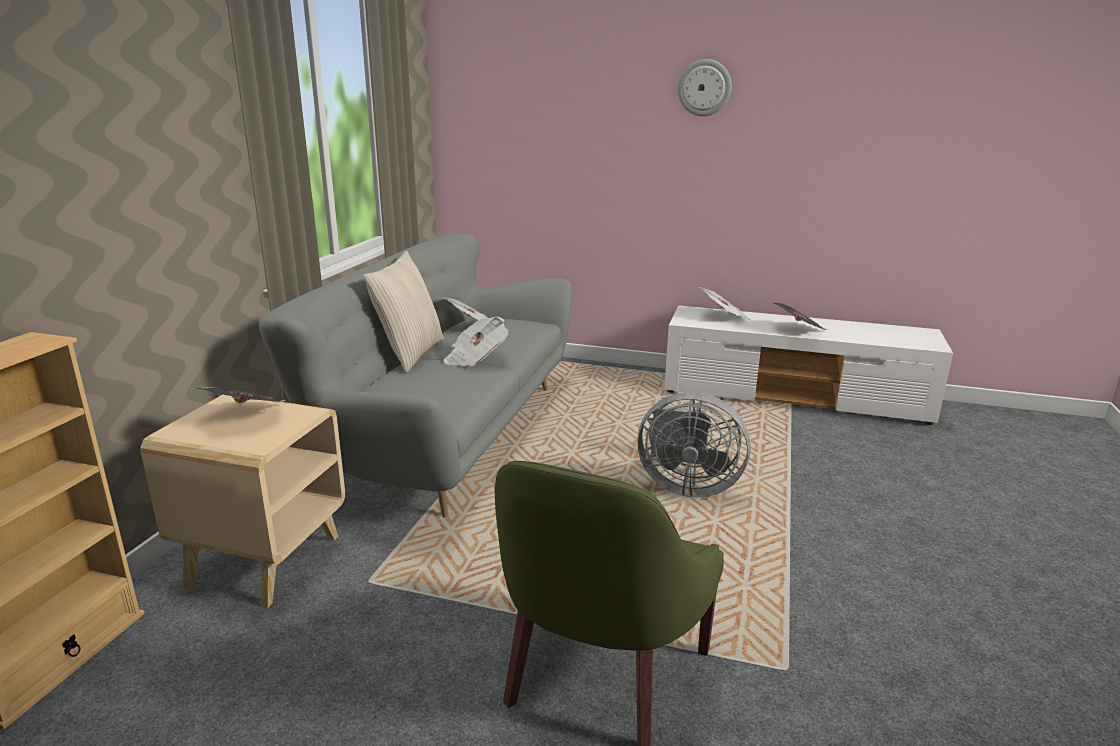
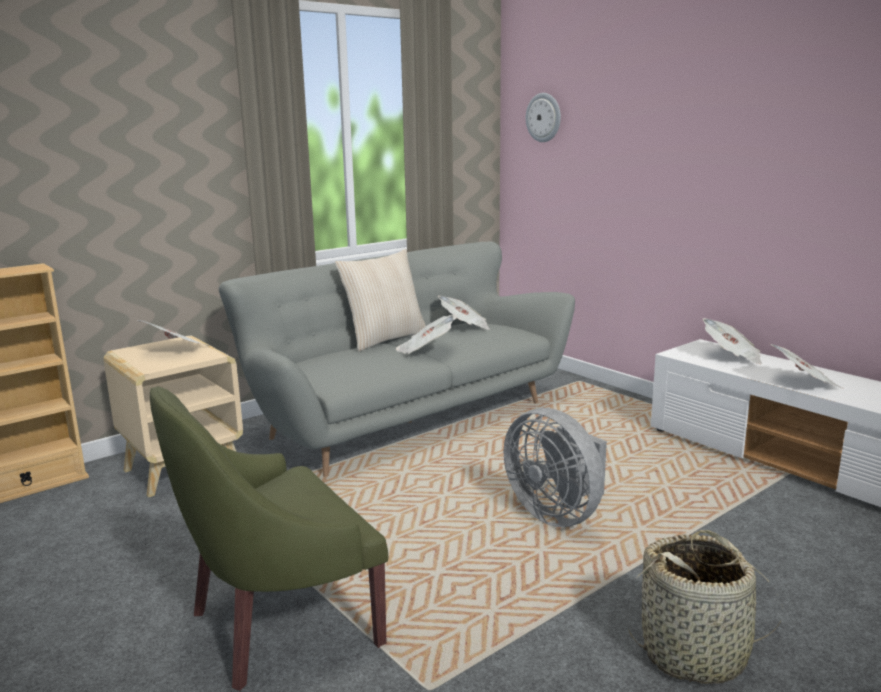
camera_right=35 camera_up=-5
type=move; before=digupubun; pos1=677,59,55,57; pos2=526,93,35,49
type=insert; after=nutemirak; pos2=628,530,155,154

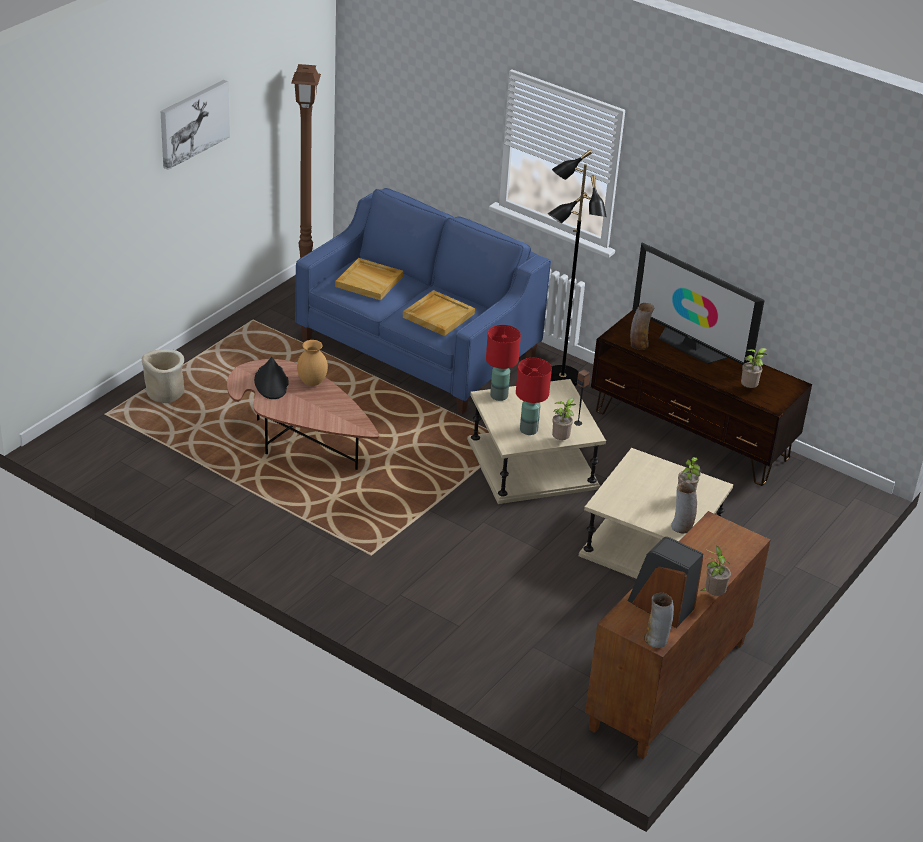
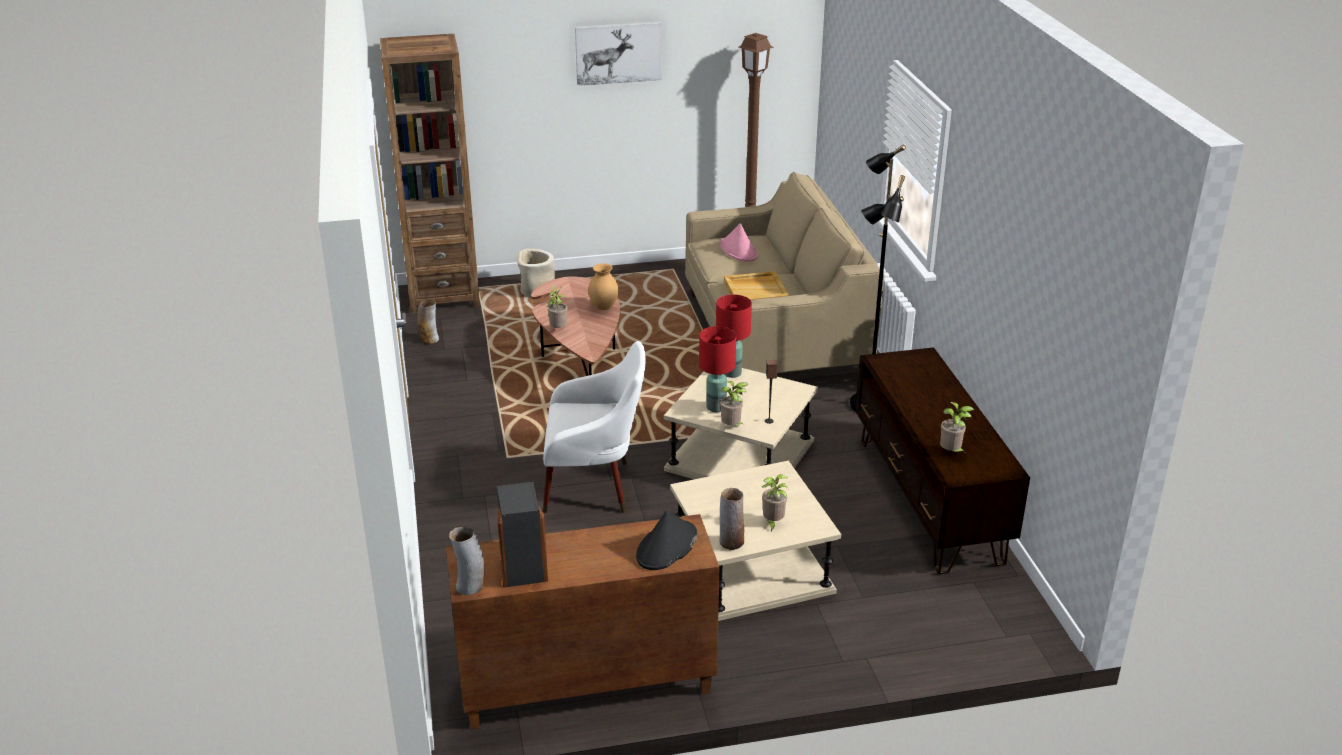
camera_right=45 camera_up=-5
type=recolor; before=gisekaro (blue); after=gisekaro (beige); pos1=295,188,256,226; pos2=685,172,200,202
type=delete; before=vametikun; pos1=632,242,133,123
type=replace; before=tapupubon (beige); after=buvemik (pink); pos1=335,258,68,42; pos2=720,223,38,39
type=move; before=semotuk; pos1=630,303,24,47; pos2=418,299,21,45
type=move; before=buvemik (black); pos1=254,357,35,42; pos2=636,511,61,59
type=move; before=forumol; pos1=700,546,31,50; pos2=547,285,21,43
type=insert; after=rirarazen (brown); pos2=380,34,100,279
type=insert; after=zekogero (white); pos2=543,341,103,172

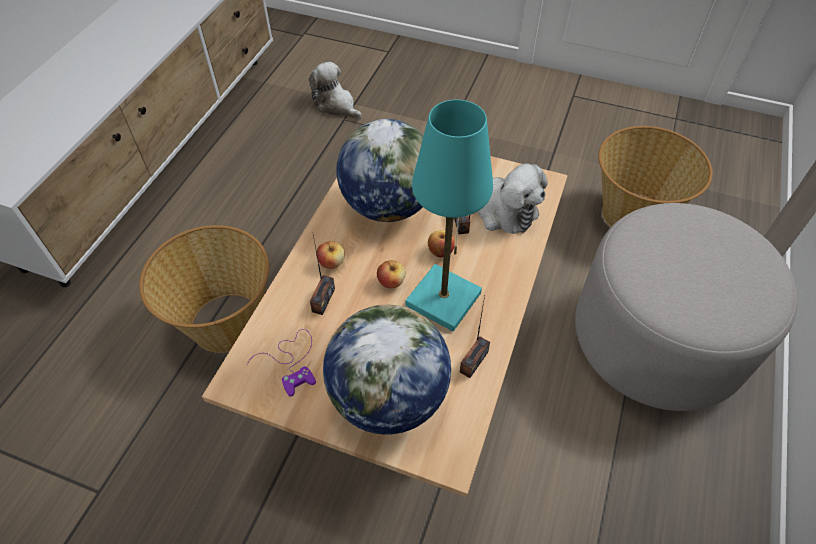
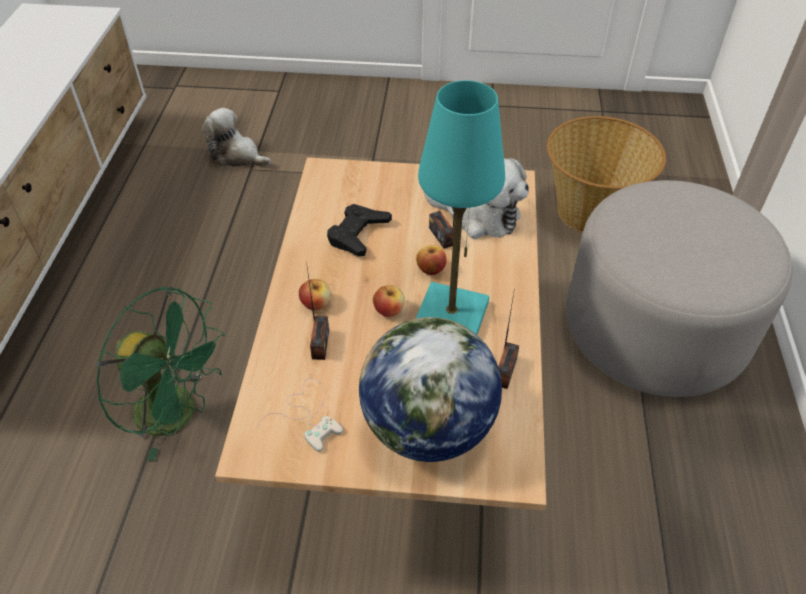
camera_right=-15 camera_up=-5
type=replace; before=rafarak; after=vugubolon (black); pos1=337,119,87,103; pos2=327,204,65,52
type=replace; before=nutemirak; after=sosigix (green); pos1=139,225,130,128; pos2=96,286,129,175
type=recolor; before=vugubolon (purple); after=vugubolon (white); pos1=247,329,69,68; pos2=258,378,85,74

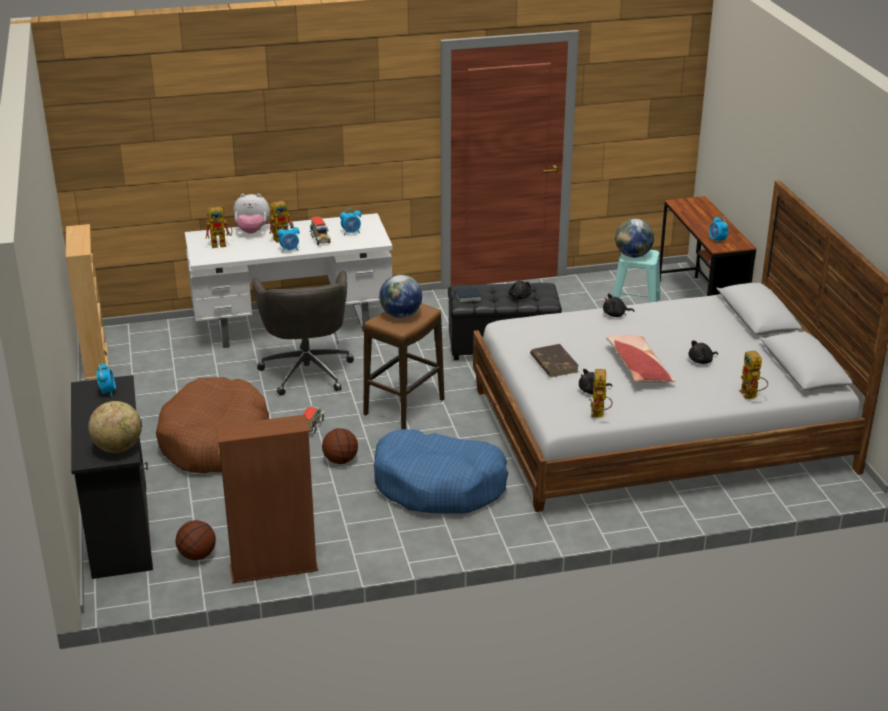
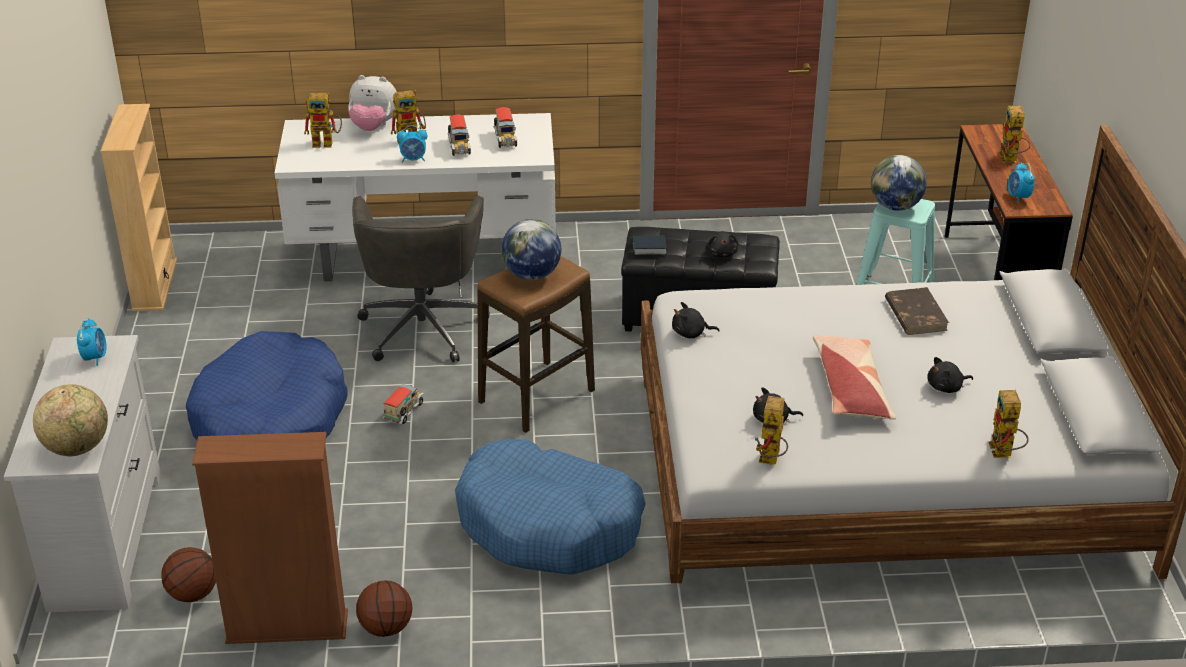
camera_right=10 camera_up=5
type=replace; before=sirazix; after=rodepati; pos1=340,208,21,27; pos2=493,107,24,41
type=move; before=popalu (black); pos1=603,293,31,24; pos2=672,302,47,36
type=move; before=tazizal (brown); pos1=530,344,49,33; pos2=885,287,64,48
type=recolor; before=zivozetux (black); after=zivozetux (white); pos1=71,375,82,204; pos2=4,335,157,277
type=recolor; before=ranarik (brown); after=ranarik (blue); pos1=156,377,113,96; pos2=186,331,161,109
type=move; before=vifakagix; pos1=322,428,36,36; pos2=356,580,56,57
type=insert; after=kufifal; pos2=999,106,32,57

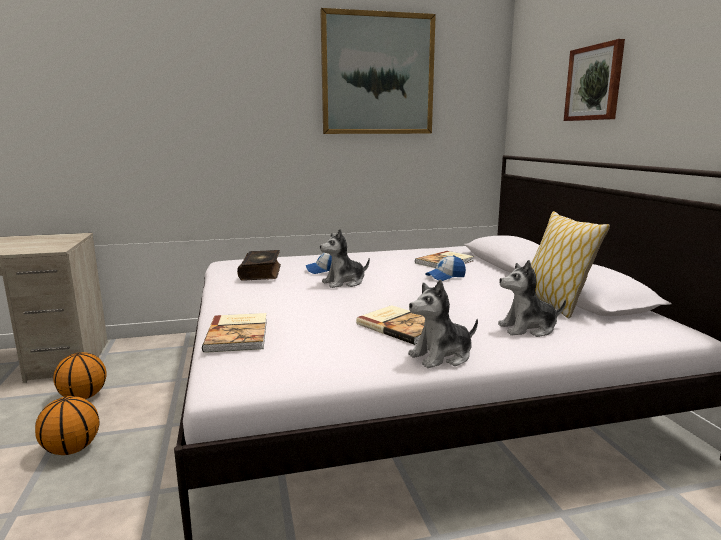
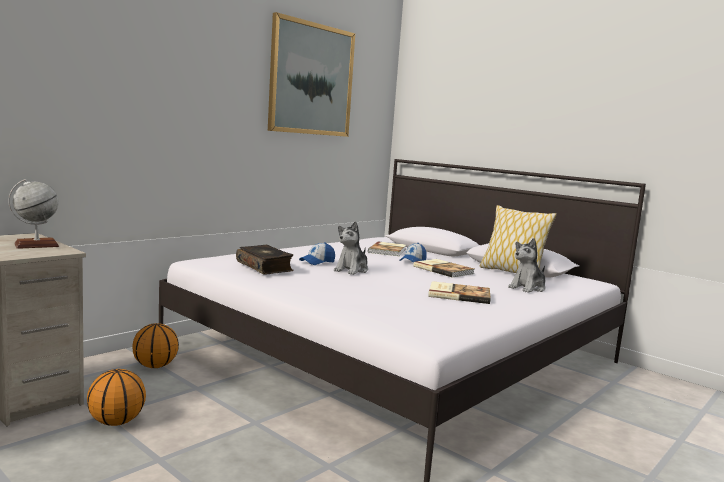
camera_right=-35 camera_up=-5
type=delete; before=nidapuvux; pos1=564,39,61,82
type=delete; before=popalu; pos1=408,280,70,88
type=move; before=tazizal; pos1=202,313,65,40; pos2=413,259,61,18
type=move; before=vifakagix; pos1=35,396,64,59; pos2=133,323,46,45
type=insert; after=rafarak; pos2=8,179,51,70

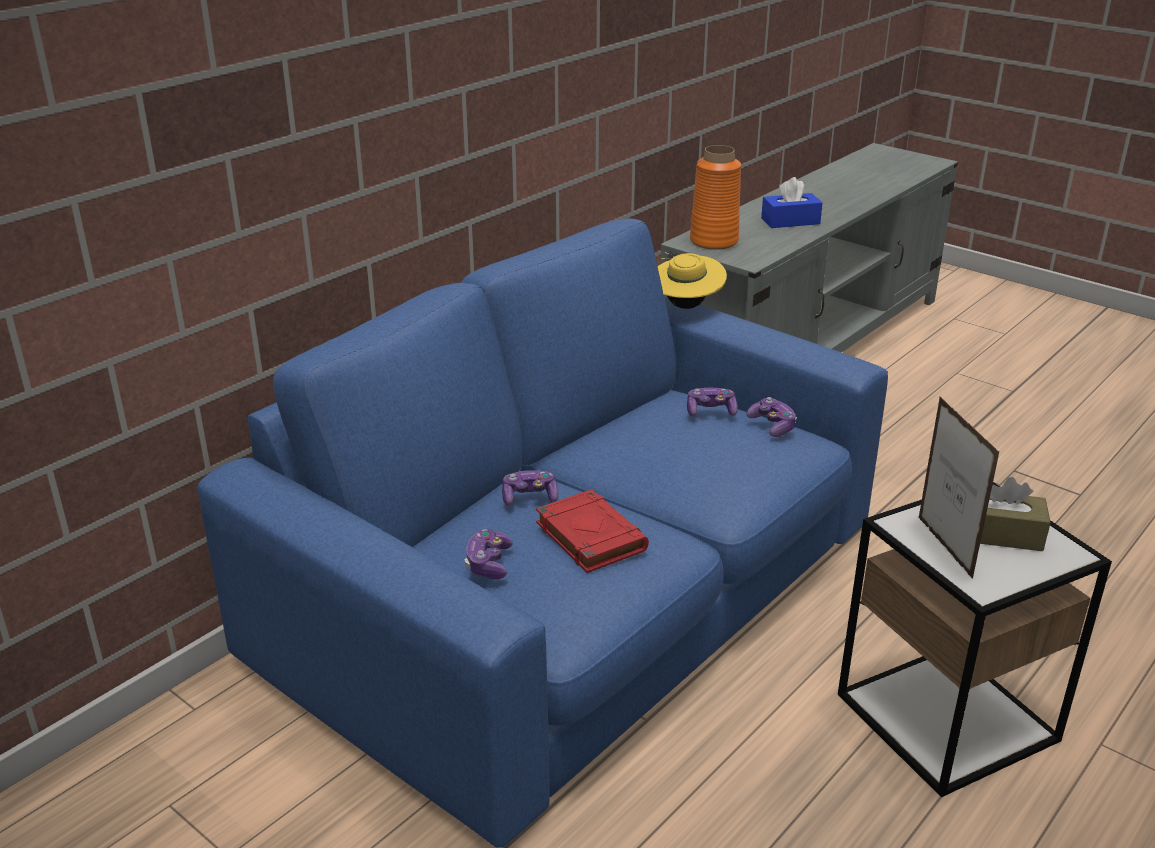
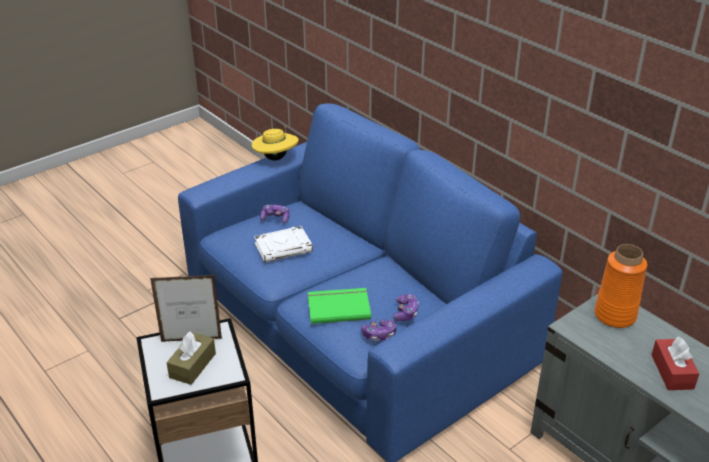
camera_right=100 camera_up=5
type=recolor; before=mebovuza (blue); after=mebovuza (red); pos1=761,177,62,51; pos2=652,336,47,54
type=move; before=buvemik (yellow); pos1=658,252,69,57; pos2=252,129,47,31
type=delete; before=vugubolon; pos1=502,470,56,35
type=recolor; before=tazizal (red); after=tazizal (white); pos1=536,489,113,84; pos2=254,226,59,37
type=insert; after=tazizal (green); pos2=308,288,63,36

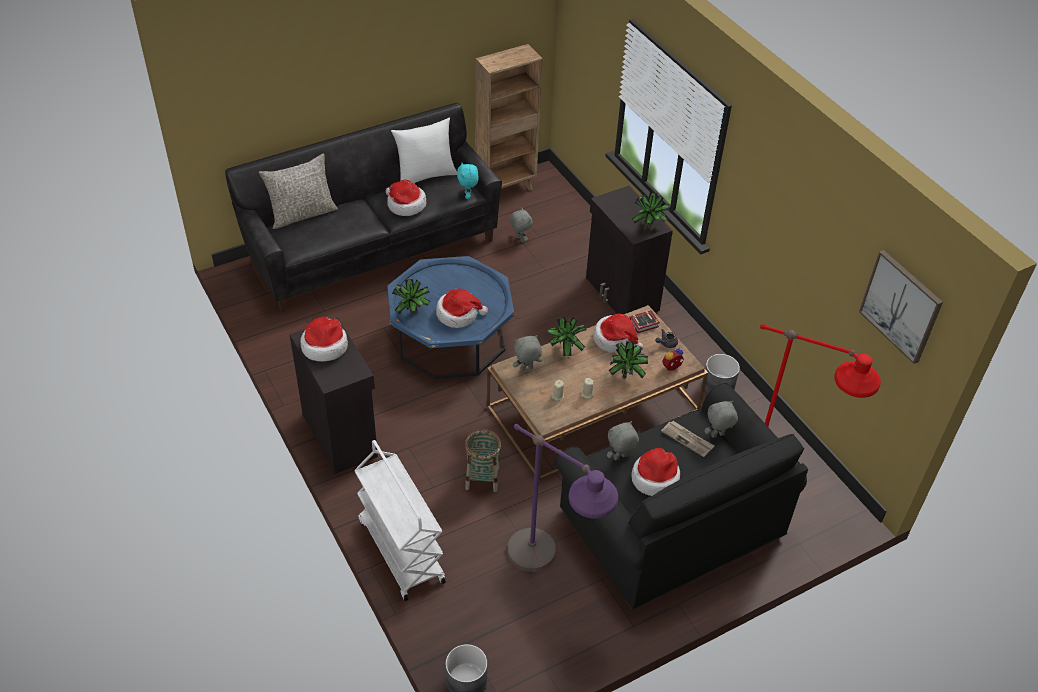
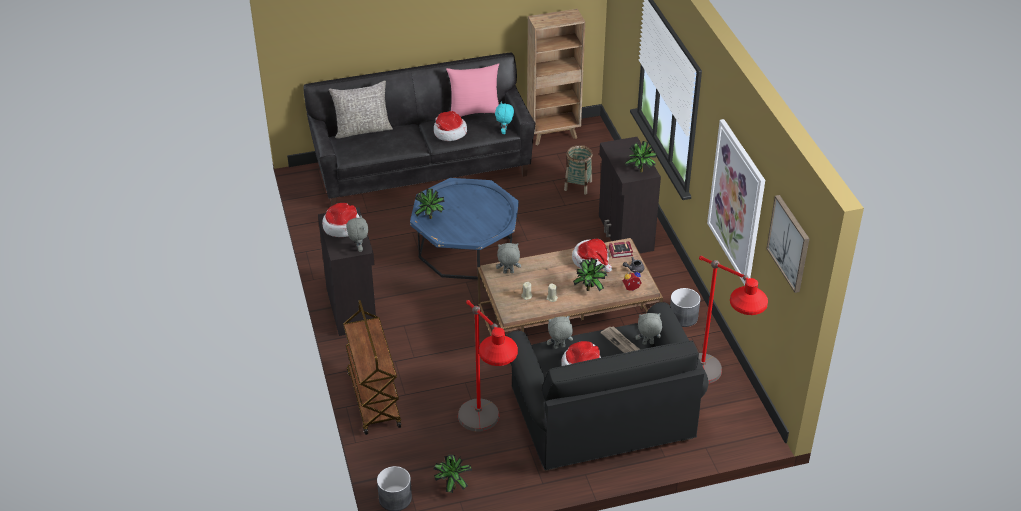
camera_right=15 camera_up=-5
type=recolor; before=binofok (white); after=binofok (pink); pos1=391,117,66,66; pos2=446,63,53,54
type=move; before=popalu (grey); pos1=509,207,24,36; pos2=347,215,22,37
type=delete; before=buvemik; pos1=436,288,52,40
type=move; before=forumol; pos1=547,317,40,39; pos2=434,455,38,38
type=recolor; before=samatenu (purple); after=samatenu (red); pos1=507,424,111,148; pos2=458,300,60,132
type=move; before=nutemirak; pos1=465,429,36,63; pos2=564,145,29,50
type=recolor; before=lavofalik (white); after=lavofalik (brown); pos1=354,440,92,161; pos2=343,300,58,135
type=insert; after=nidapuvux; pos2=707,119,58,166

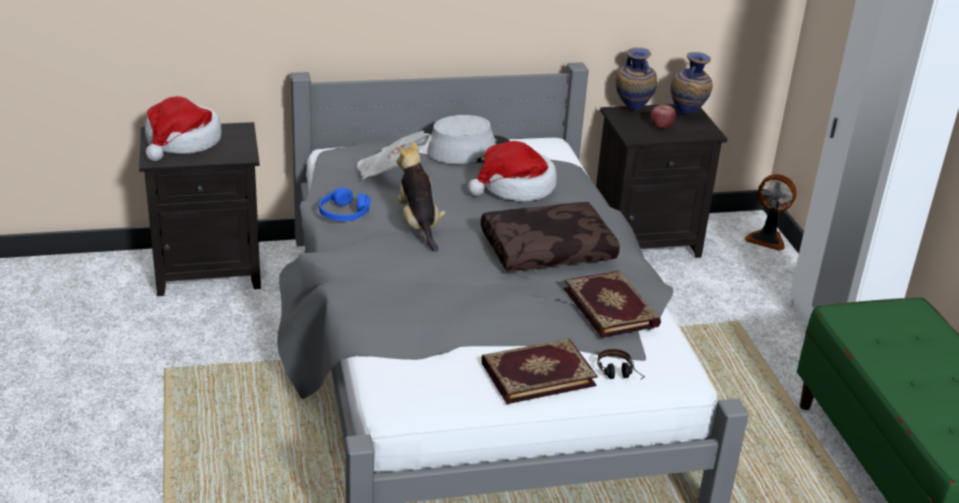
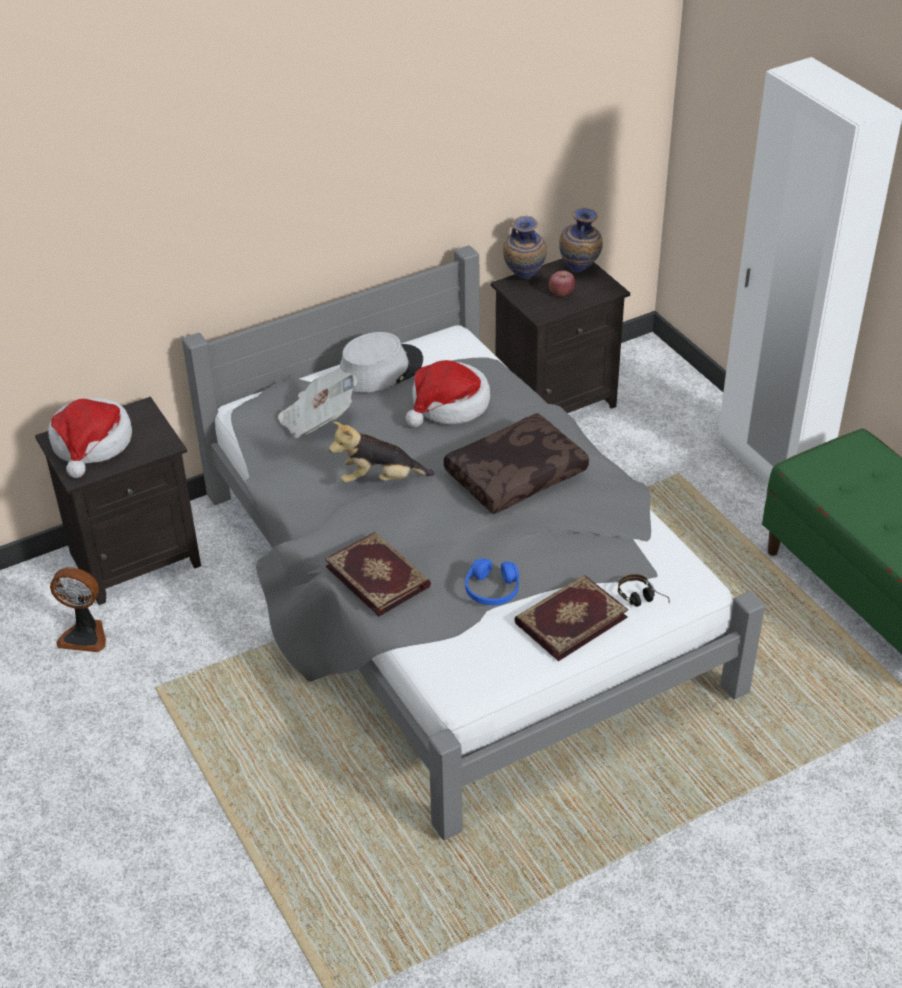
camera_right=-15 camera_up=10
type=rotate; before=popalu; pos1=396,141,50,111; pos2=329,421,106,62; turn=-60
type=move; before=sosigix; pos1=745,174,52,77; pos2=50,567,56,85
type=move; before=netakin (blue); pos1=319,187,51,34; pos2=465,558,54,47
type=move; before=tazizal; pos1=564,271,97,67; pos2=325,532,106,84

